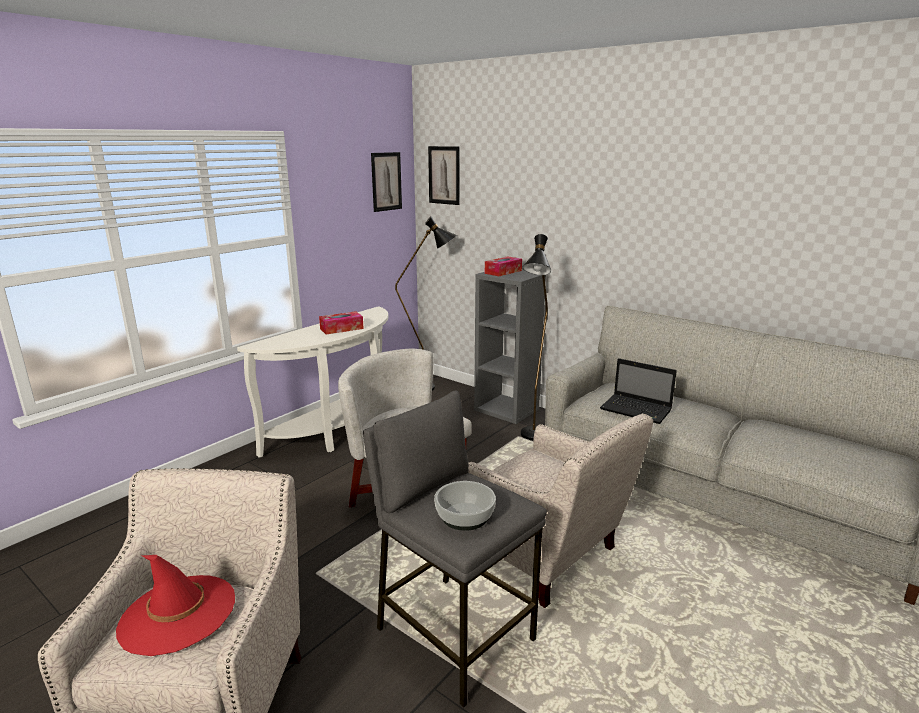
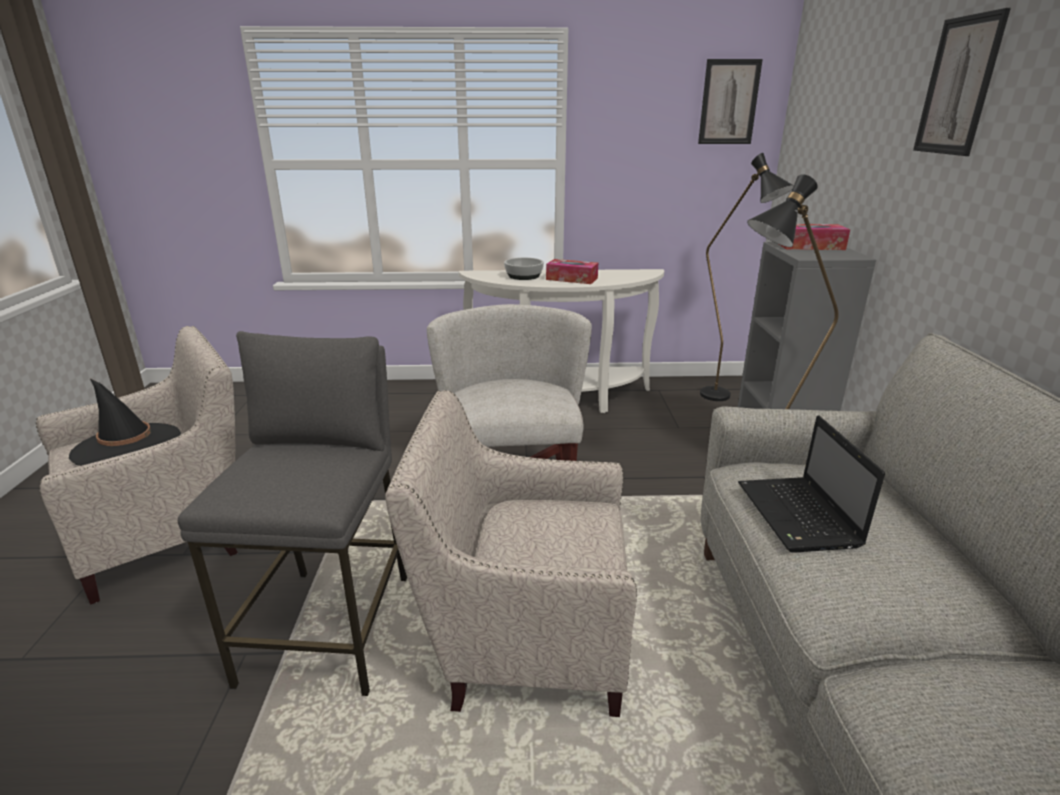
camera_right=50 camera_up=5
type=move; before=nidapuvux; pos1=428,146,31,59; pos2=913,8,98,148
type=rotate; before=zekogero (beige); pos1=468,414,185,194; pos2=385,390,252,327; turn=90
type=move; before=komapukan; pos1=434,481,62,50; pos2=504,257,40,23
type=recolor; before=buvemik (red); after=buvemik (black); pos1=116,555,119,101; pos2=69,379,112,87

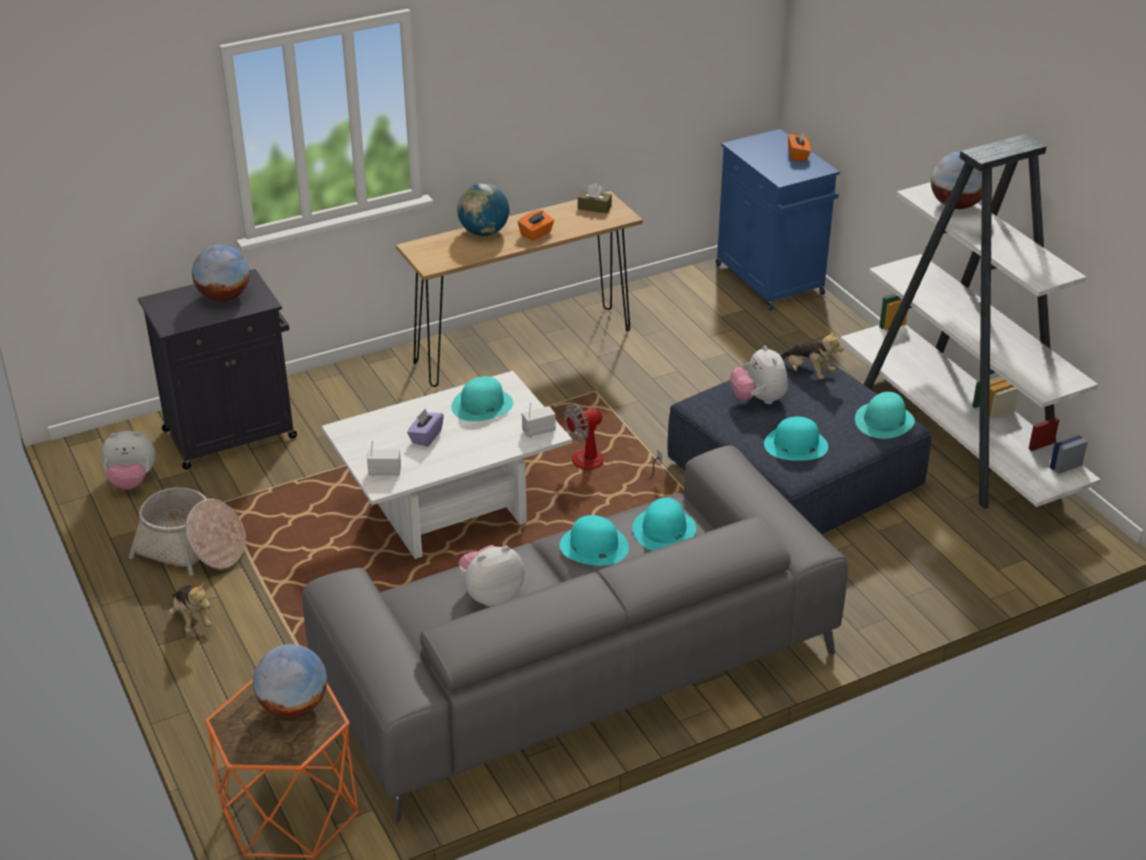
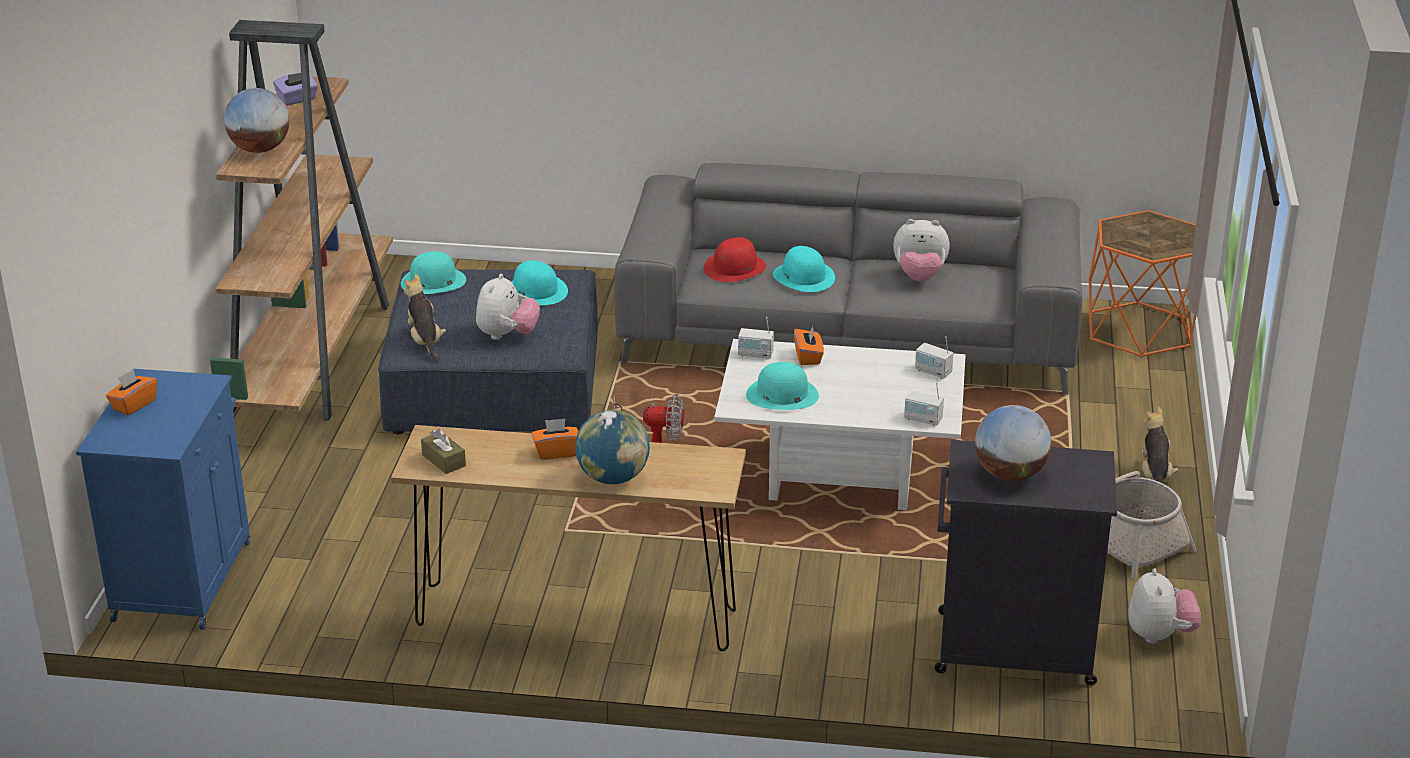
camera_right=-145 camera_up=-5
type=recolor; before=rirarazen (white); after=rirarazen (brown); pos1=840,134,261,375; pos2=210,20,183,401
type=move; before=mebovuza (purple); pos1=407,408,37,39; pos2=273,73,45,32
type=rotate; before=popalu; pos1=102,431,53,59; pos2=1128,569,73,75; turn=60
type=recolor; before=buvemik (turquoise); after=buvemik (red); pos1=633,497,63,54; pos2=704,237,62,45
type=delete; before=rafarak; pos1=253,644,74,74
type=insert; after=mebovuza (orange); pos2=794,326,30,39
type=insert; after=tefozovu; pos2=904,382,40,44

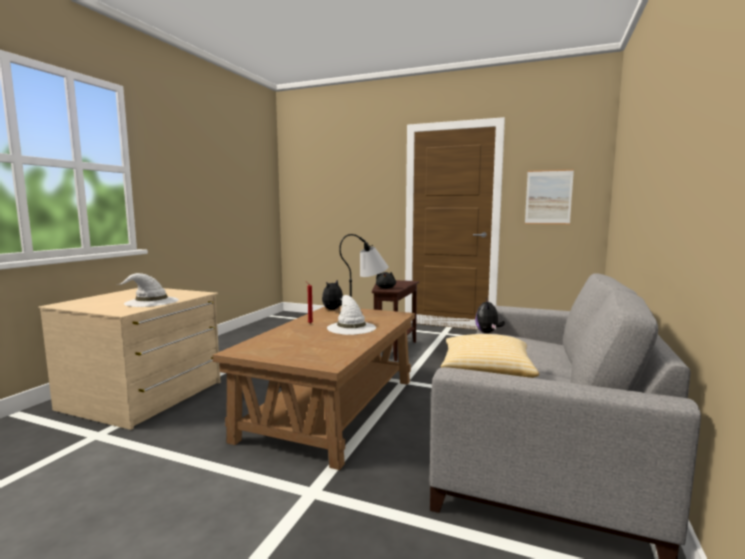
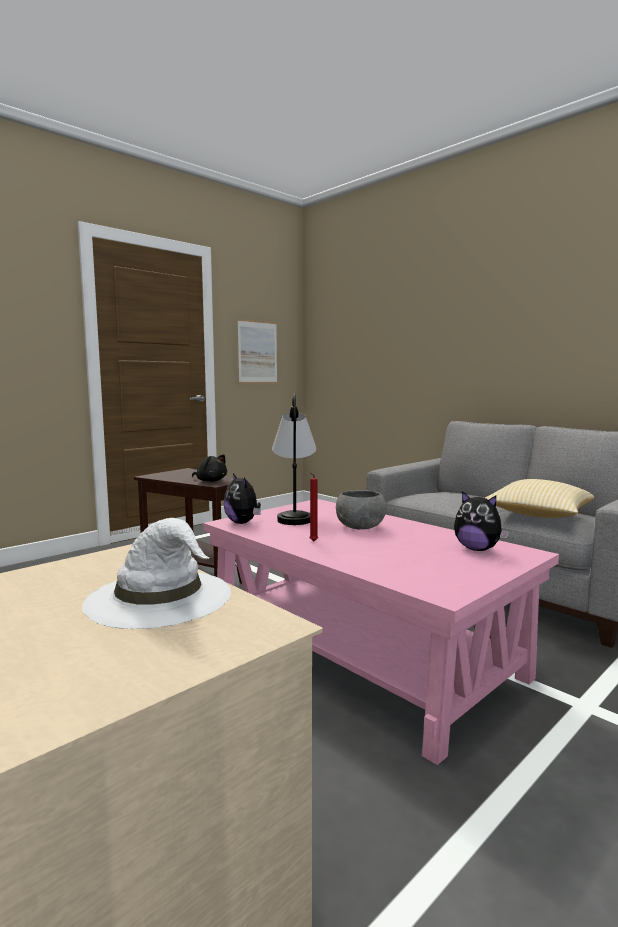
camera_right=-65 camera_up=0
type=replace; before=buvemik (white); after=komapukan (grey); pos1=327,295,49,40; pos2=336,490,50,39
type=move; before=popalu; pos1=475,298,30,35; pos2=454,491,55,60
type=recolor; before=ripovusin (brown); after=ripovusin (pink); pos1=213,306,202,164; pos2=203,499,356,266

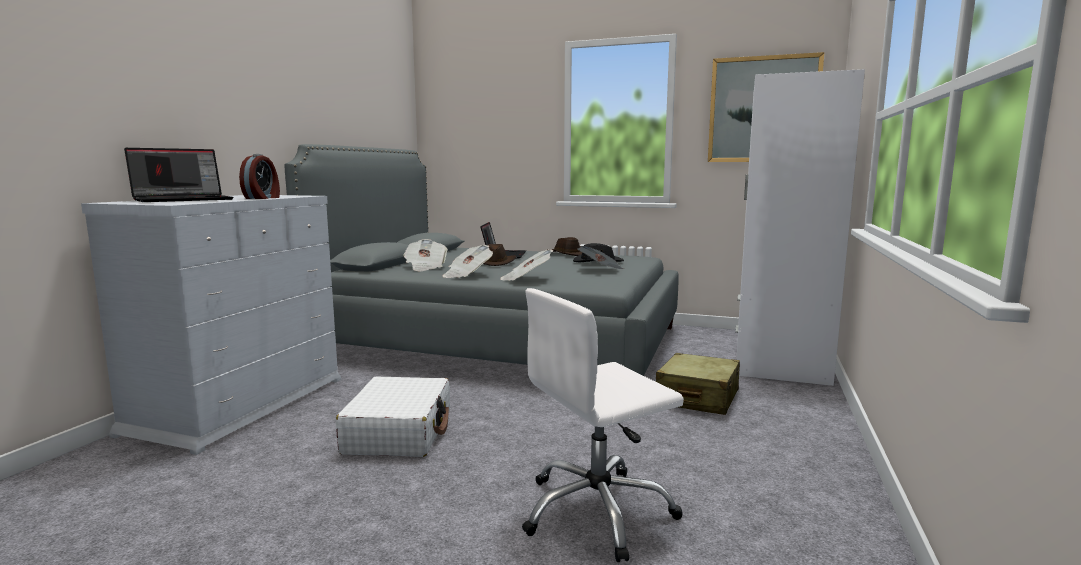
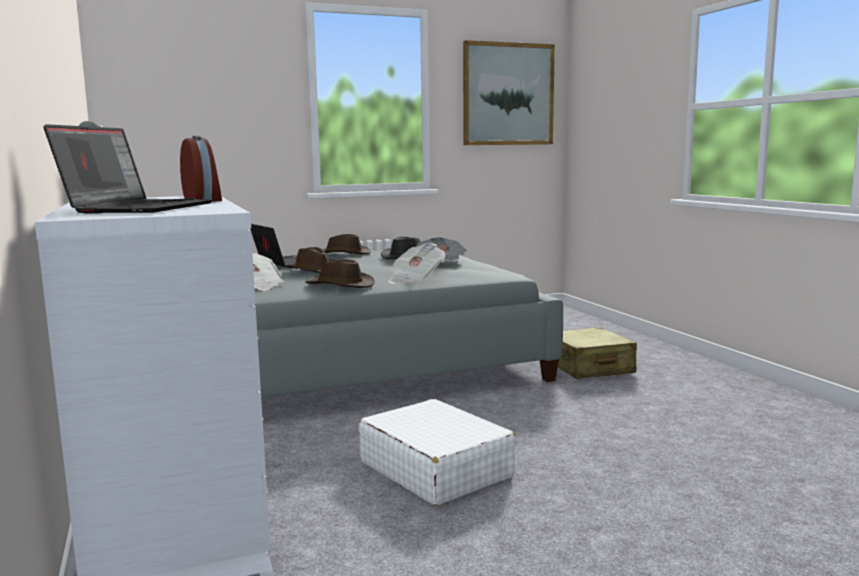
camera_right=-40 camera_up=0
type=delete; before=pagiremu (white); pos1=735,69,130,317
type=replace; before=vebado; after=buvemik (brown); pos1=443,245,50,33; pos2=305,259,70,29
type=delete; before=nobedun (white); pos1=522,288,162,274

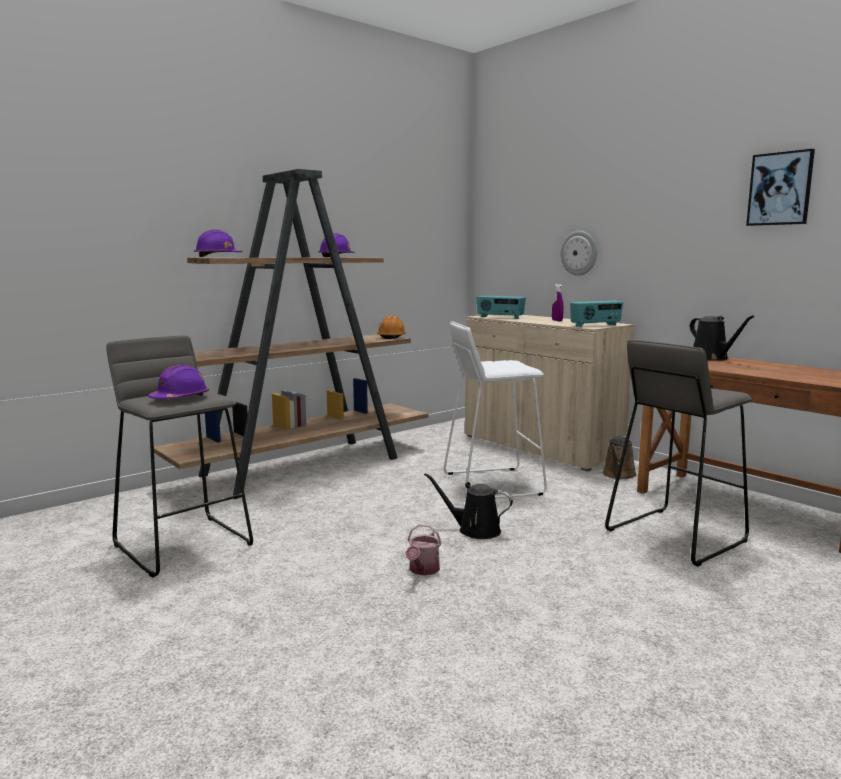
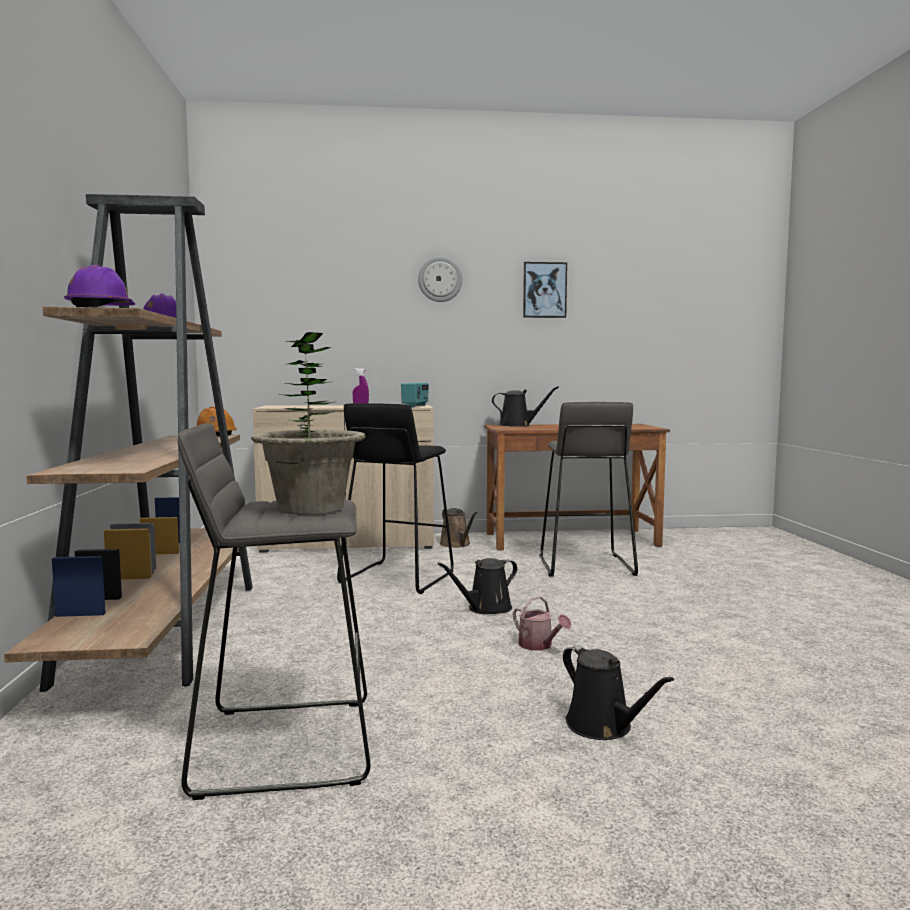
camera_right=-55 camera_up=-5
type=move; before=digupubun; pos1=561,231,36,45; pos2=418,256,45,46
type=delete; before=tefozovu; pos1=476,296,50,23
type=recolor; before=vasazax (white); after=vasazax (black); pos1=444,322,103,177; pos2=337,403,117,191
type=replace; before=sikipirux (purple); after=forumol; pos1=148,365,61,34; pos2=251,332,115,182
type=insert; after=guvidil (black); pos2=563,645,111,95

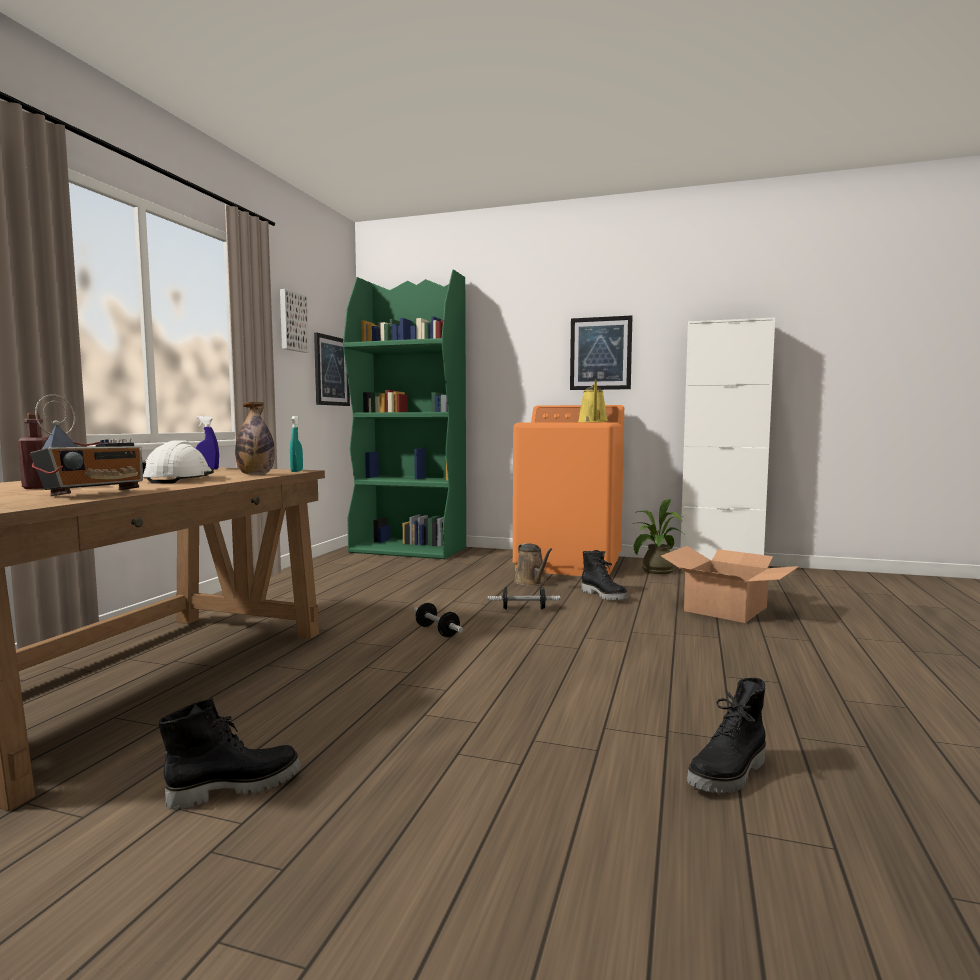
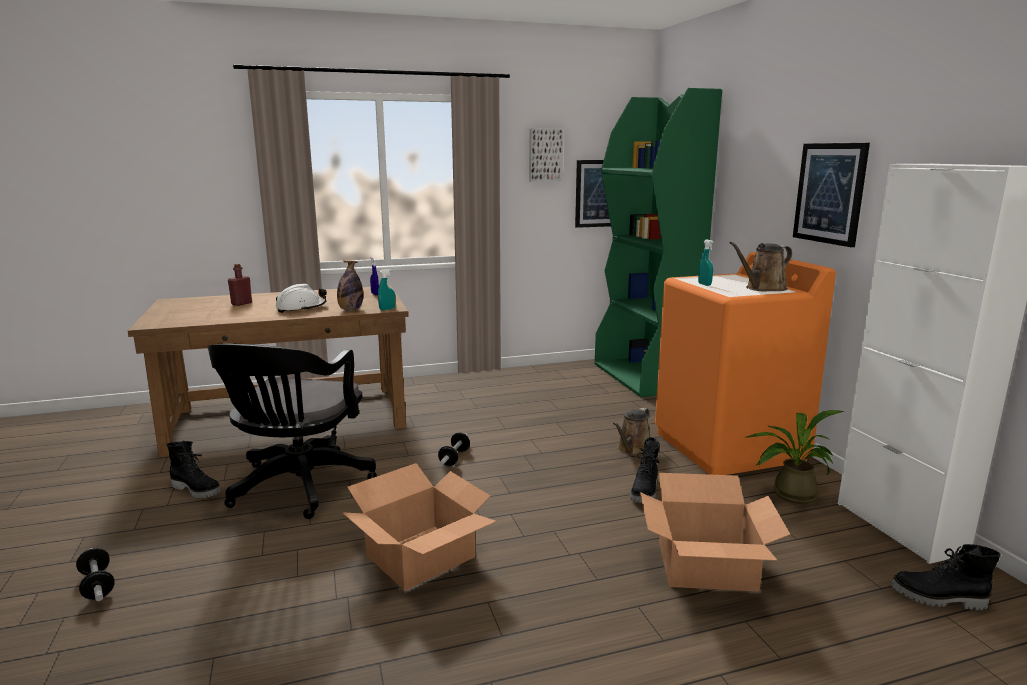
camera_right=55 camera_up=10
type=recolor; before=guvidil (yellow); after=guvidil (brown); pos1=578,380,31,42; pos2=730,242,62,50
type=delete; before=tefozovu; pos1=30,394,113,102
type=move; before=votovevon; pos1=488,587,72,23; pos2=76,548,38,53
type=move; before=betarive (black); pos1=687,678,79,115; pos2=891,544,110,66
type=insert; after=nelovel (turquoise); pos2=698,240,16,46
type=insert; after=nobedun (black); pos2=208,343,169,176
type=insert; after=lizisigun; pos2=342,463,154,128

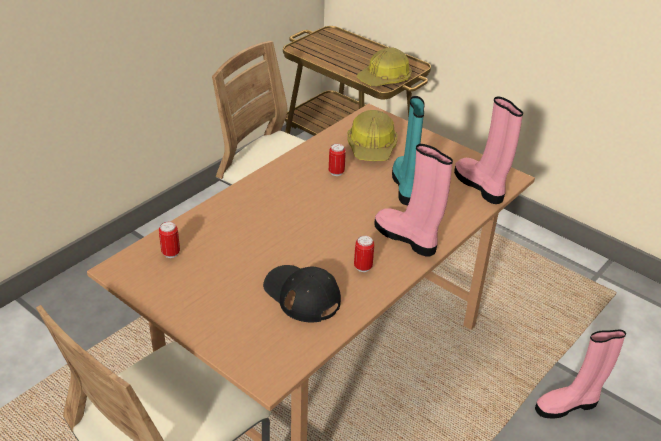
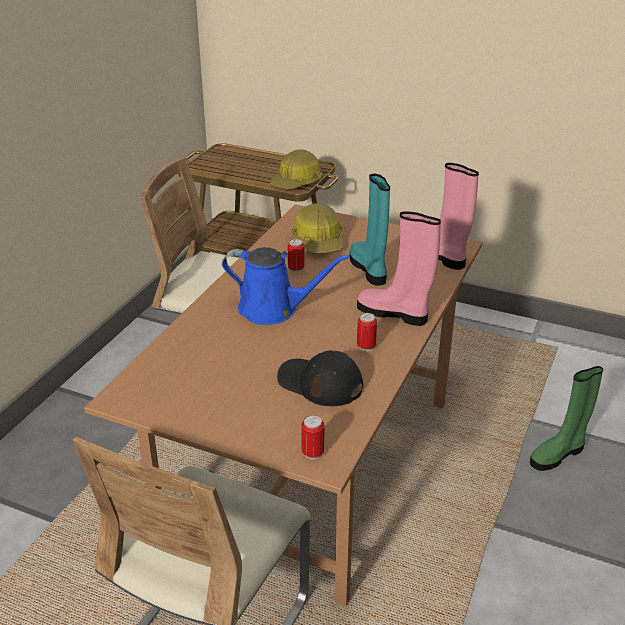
camera_right=-15 camera_up=-5
type=move; before=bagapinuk; pos1=159,222,21,36; pos2=301,415,23,45
type=recolor; before=betarive (pink); after=betarive (green); pos1=535,329,91,90; pos2=530,366,73,105
type=insert; after=guvidil (blue); pos2=222,247,127,78

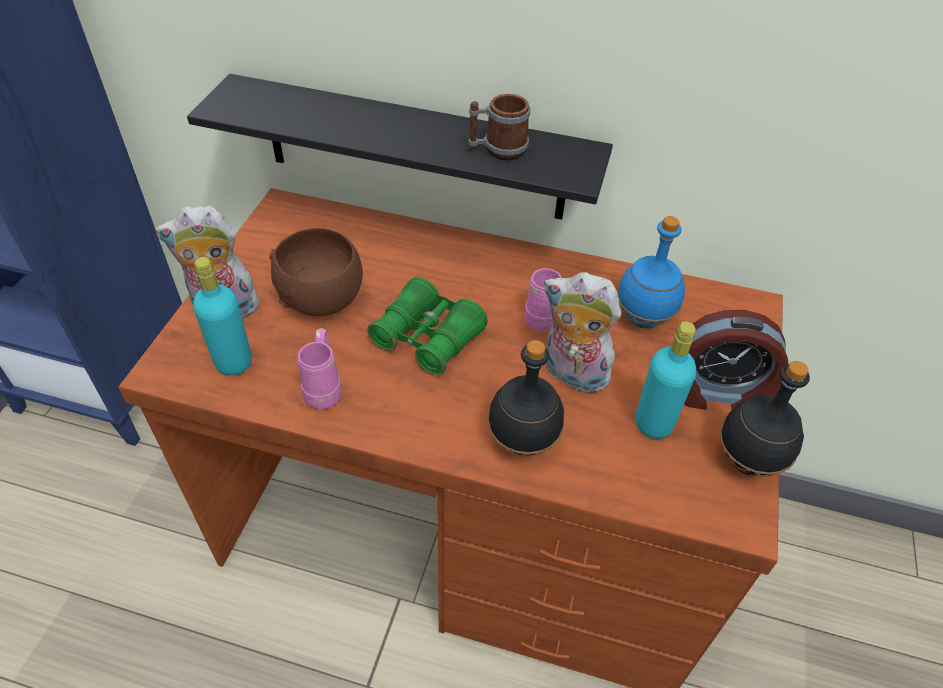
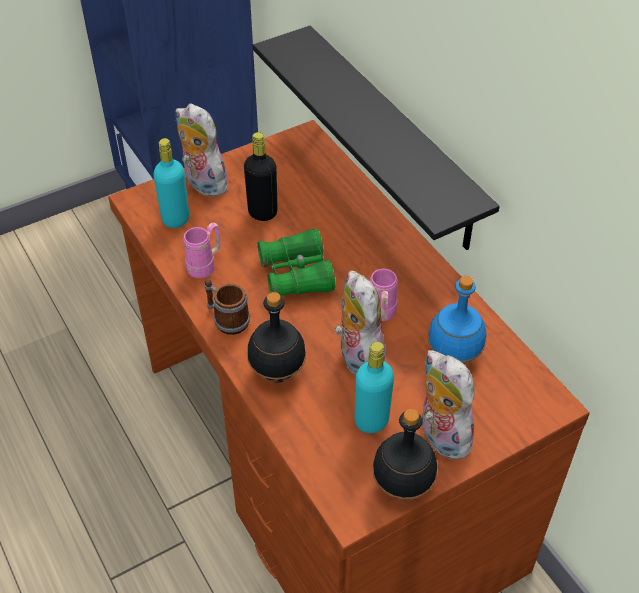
camera_right=45 camera_up=0
type=move; before=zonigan; pos1=467,94,63,66; pos2=204,279,46,56
type=replace; before=komapukan (brown); after=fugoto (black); pos1=269,228,94,88; pos2=244,132,34,89
type=replace; before=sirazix; after=popalu; pos1=684,310,104,101; pos2=422,350,55,109

